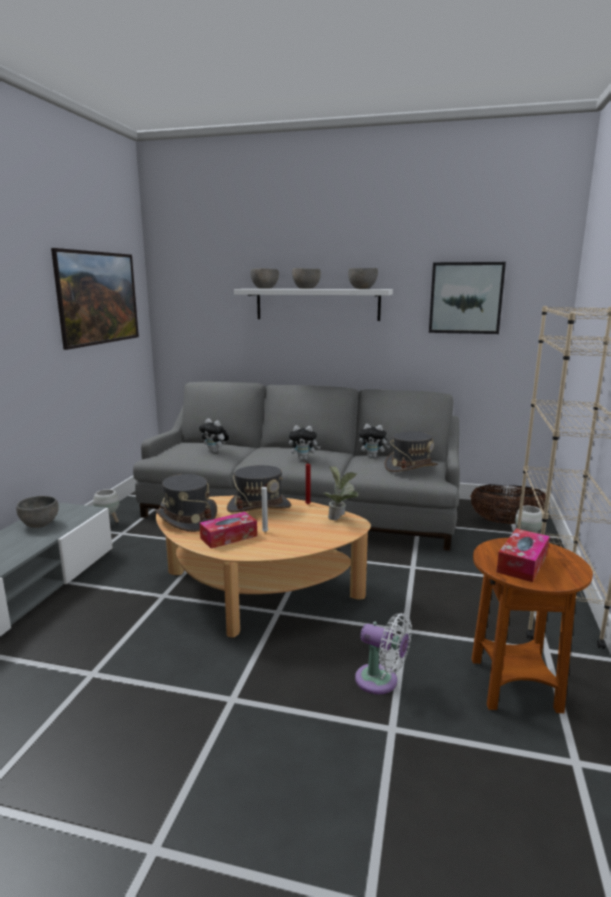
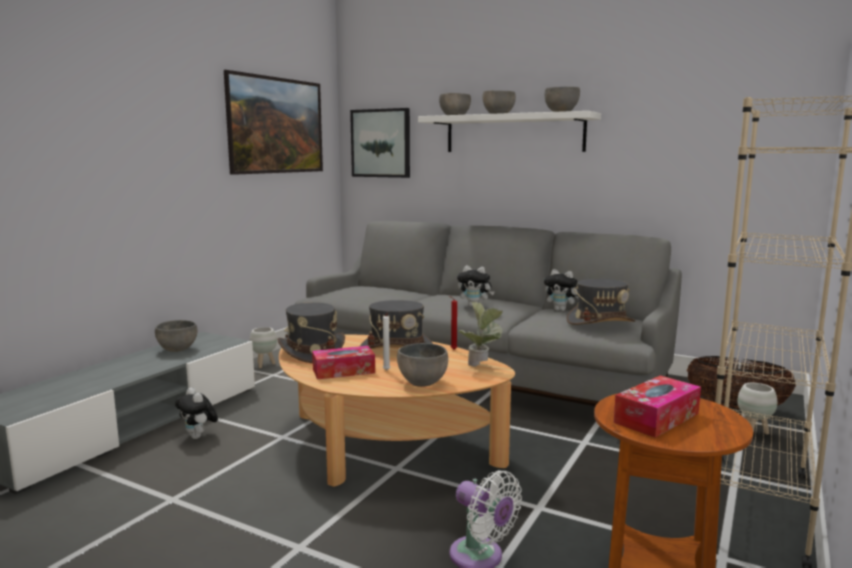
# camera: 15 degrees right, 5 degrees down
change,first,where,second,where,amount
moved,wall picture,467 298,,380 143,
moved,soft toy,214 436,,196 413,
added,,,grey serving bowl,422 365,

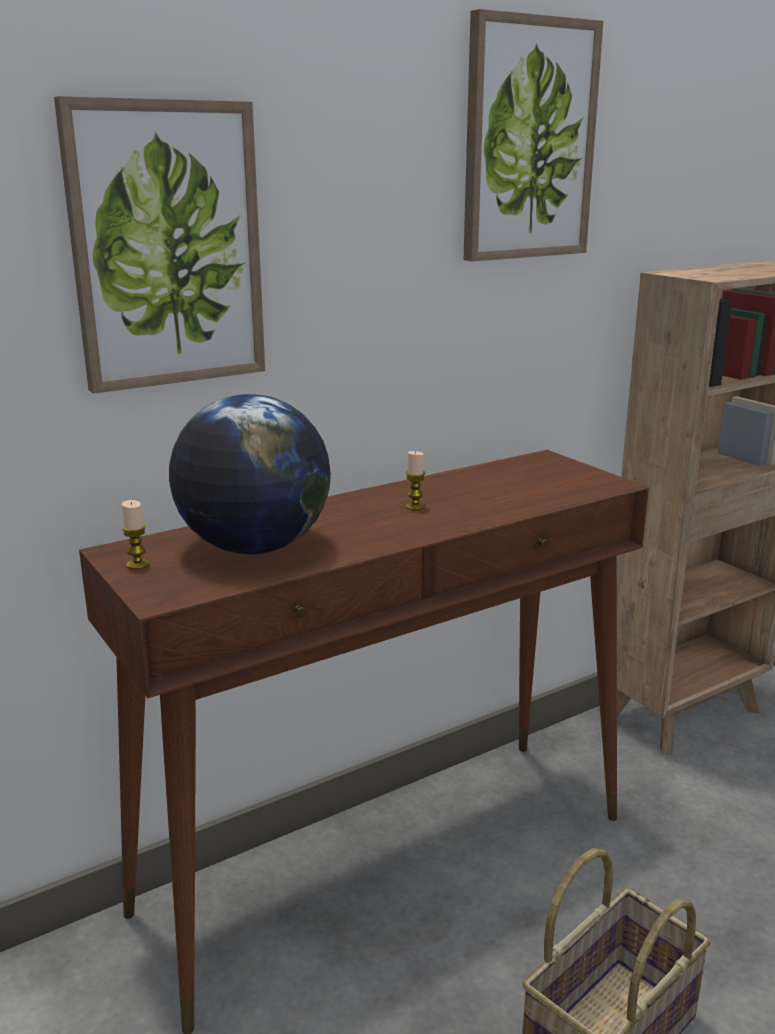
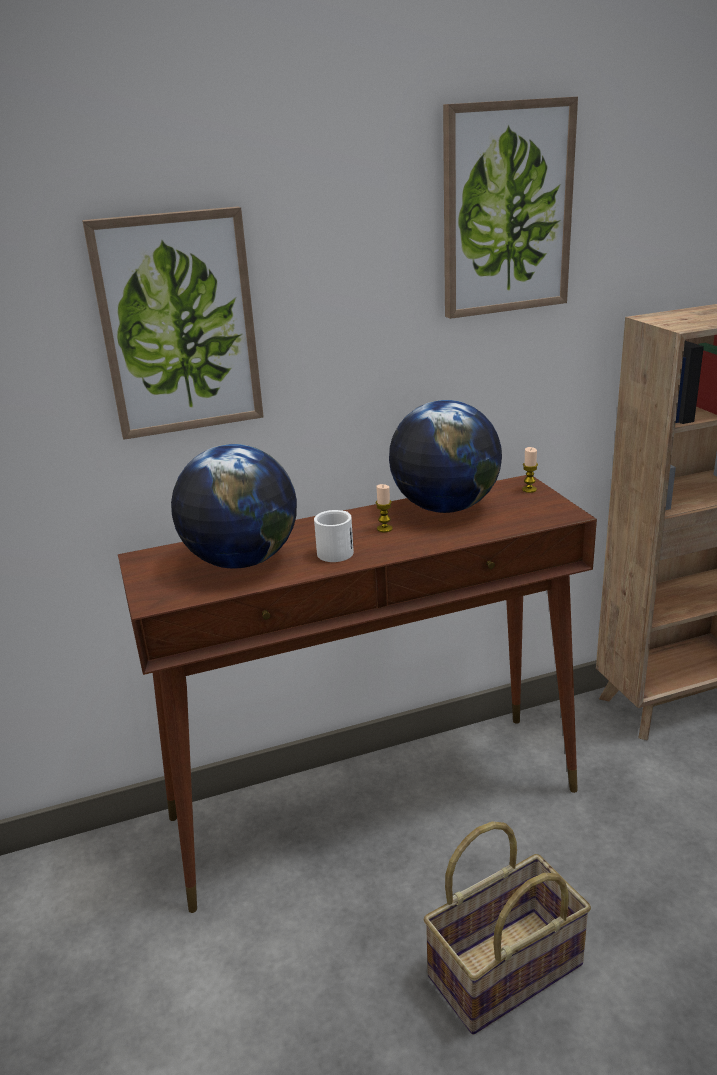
# camera: 15 degrees right, 5 degrees up
change,first,where,second,where,amount
moved,wax candle,135 535,,530 470,
added,,,globe,445 456,
added,,,white coffee mug,334 536,

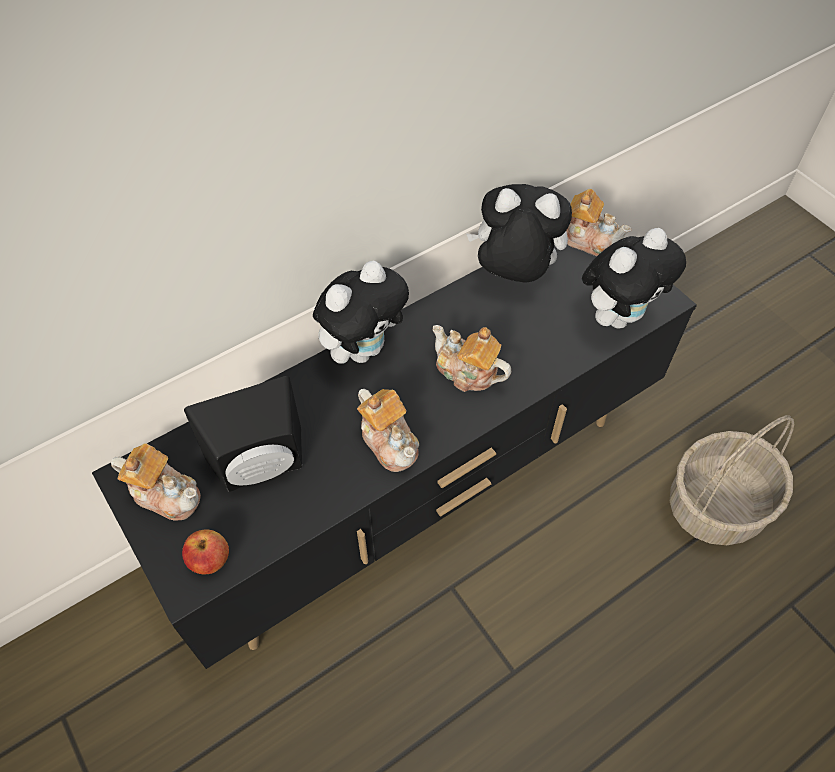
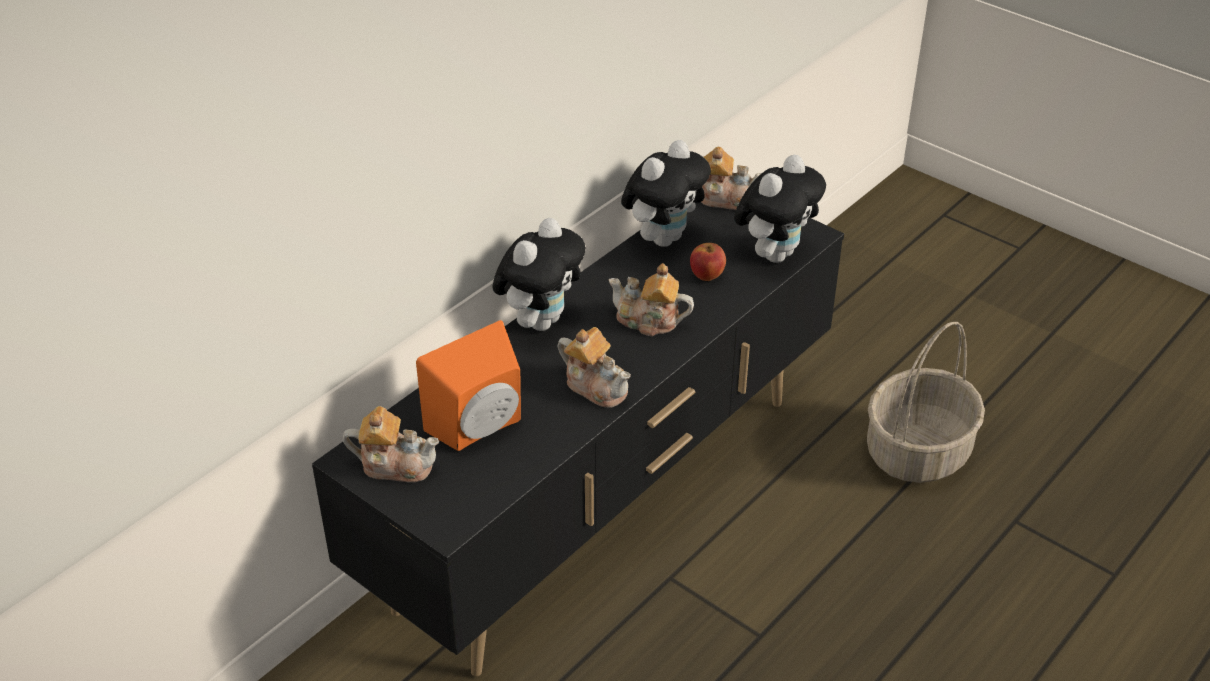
# camera: 15 degrees left, 15 degrees down
change,first,where,second,where,amount
turned,soft toy,519 233,,666 193,135 degrees clockwise
recoloured,black loudspeaker,243 434,orangey loudspeaker,468 385,
moved,apple,205 551,,708 262,

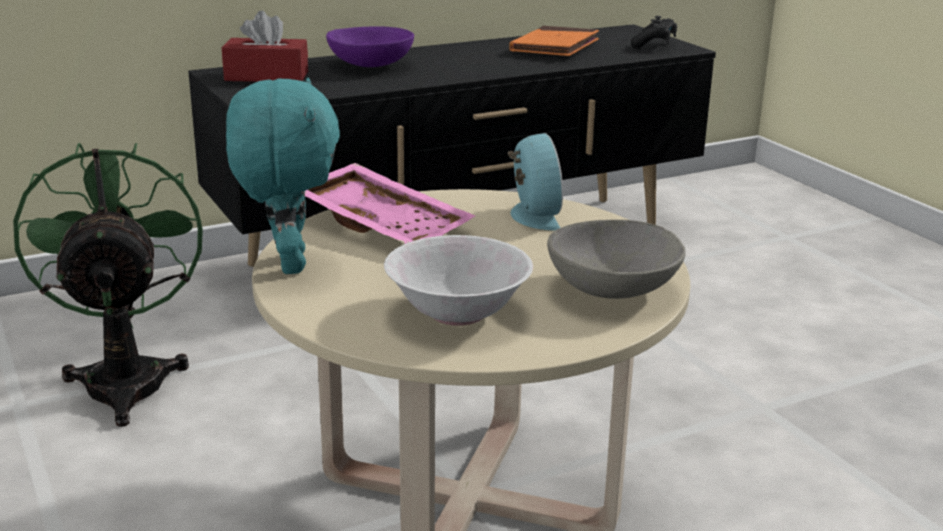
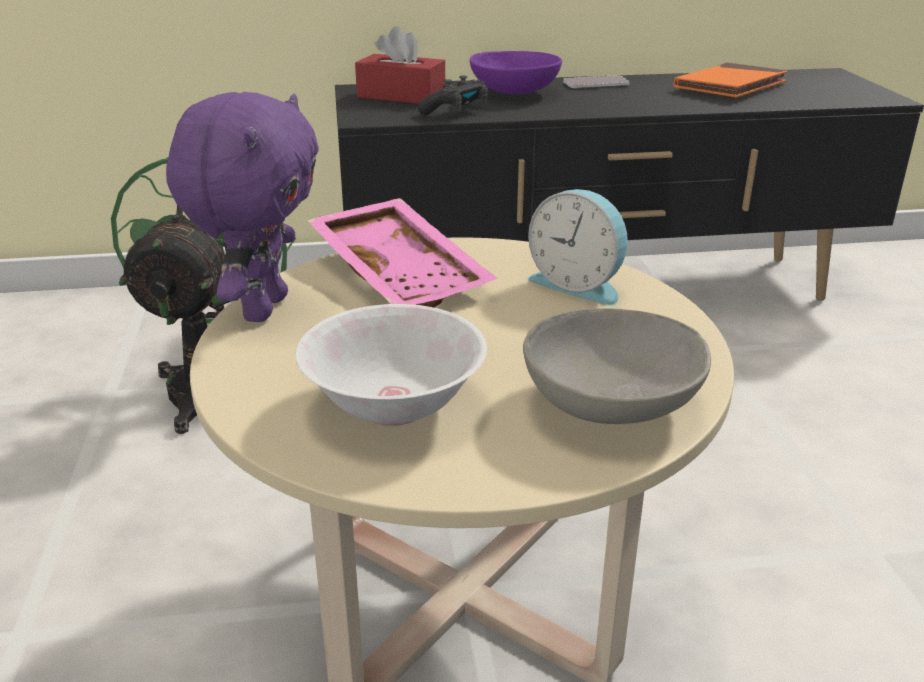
# camera: 20 degrees right, 5 degrees up
change,first,where,second,where,amount
moved,black game controller,654 32,,453 95,
recoloured,blue-green soft toy,283 175,purplish soft toy,242 207,
turned,table clock,535 182,,577 247,120 degrees clockwise
added,,,handset,596 81,

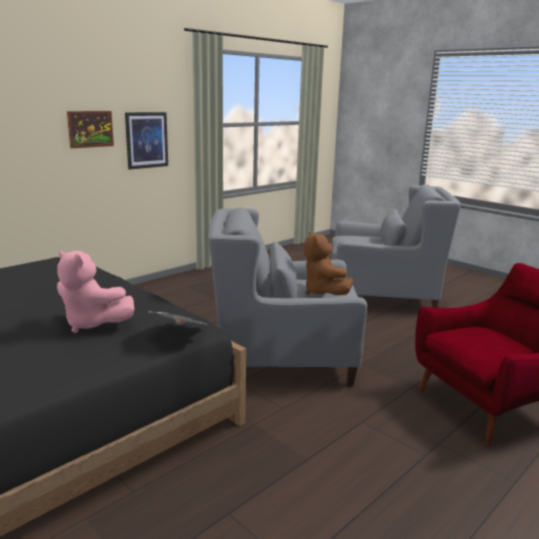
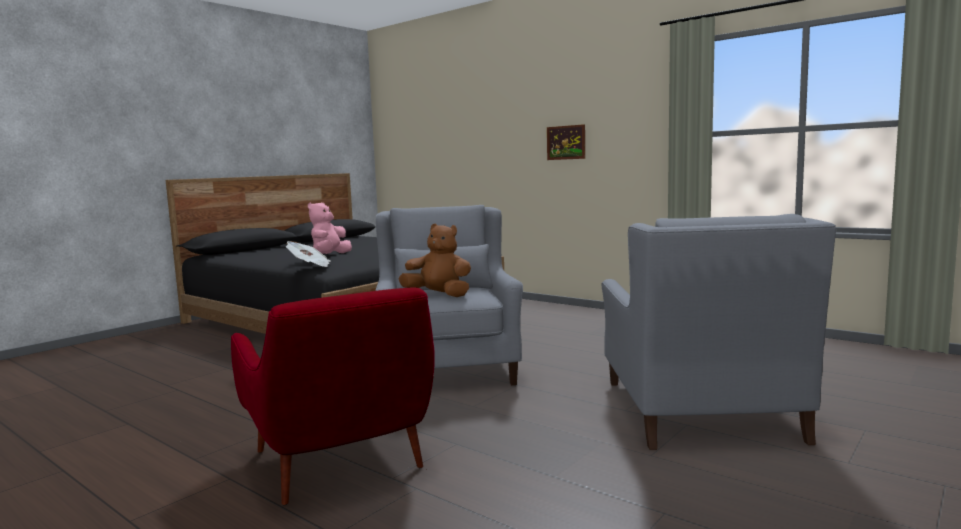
# camera: 85 degrees right, 10 degrees down
change,first,where,second,where,amount
removed,wall picture,146 141,,,
turned,brown soft toy,328 263,,435 260,45 degrees clockwise

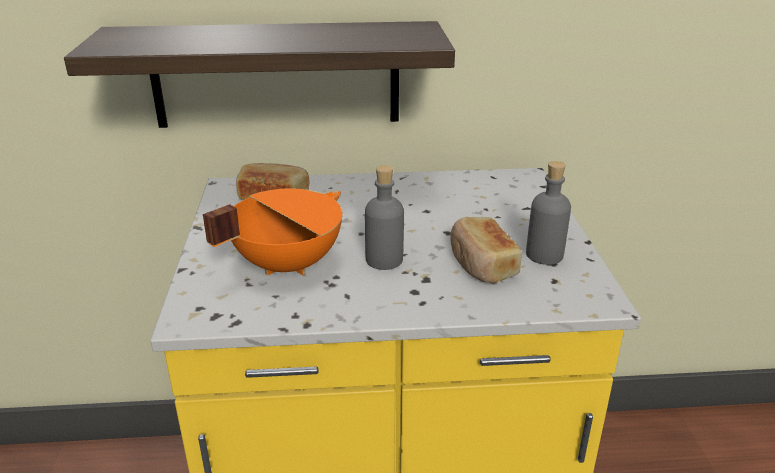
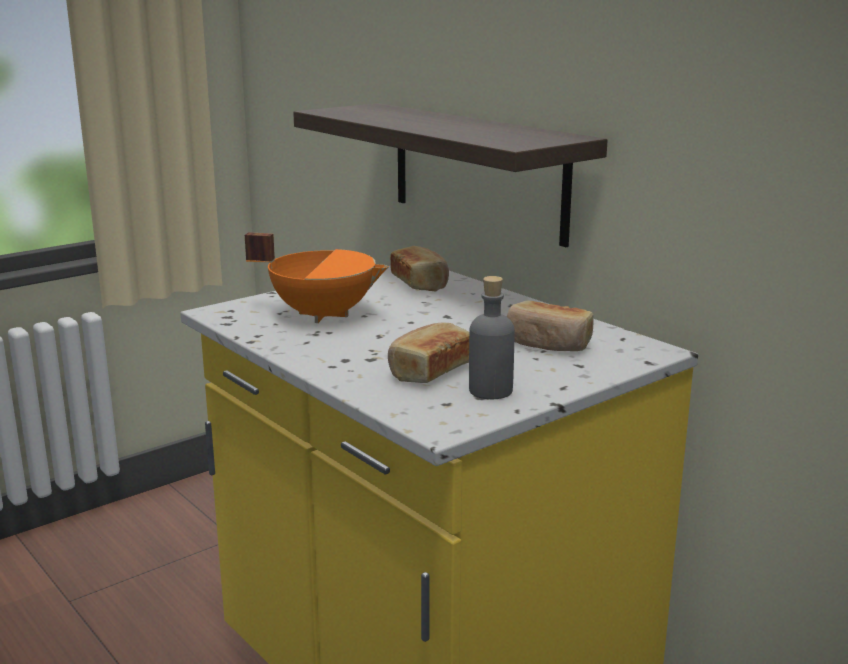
# camera: 55 degrees right, 10 degrees down
change,first,where,second,where,amount
removed,grey beverage bottle,384 217,,,
added,,,bread,550 326,

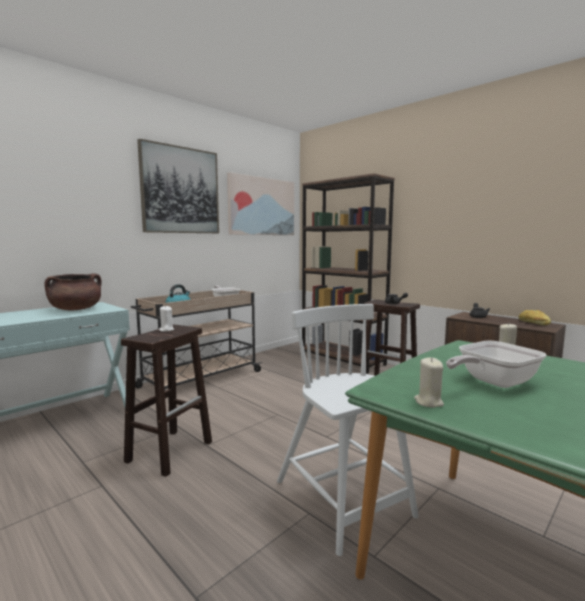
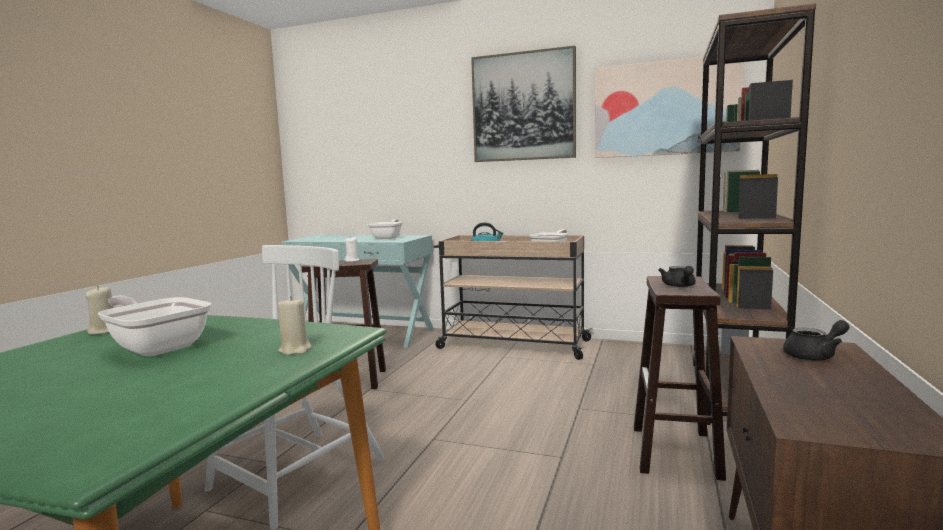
# camera: 65 degrees right, 0 degrees up
change,first,where,second,where,amount
replaced,brown stockpot,73 291,frying pan,385 229,
removed,bread,535 318,,,

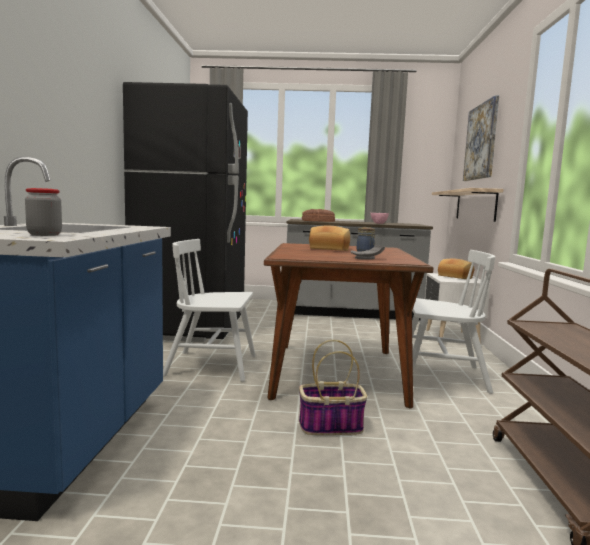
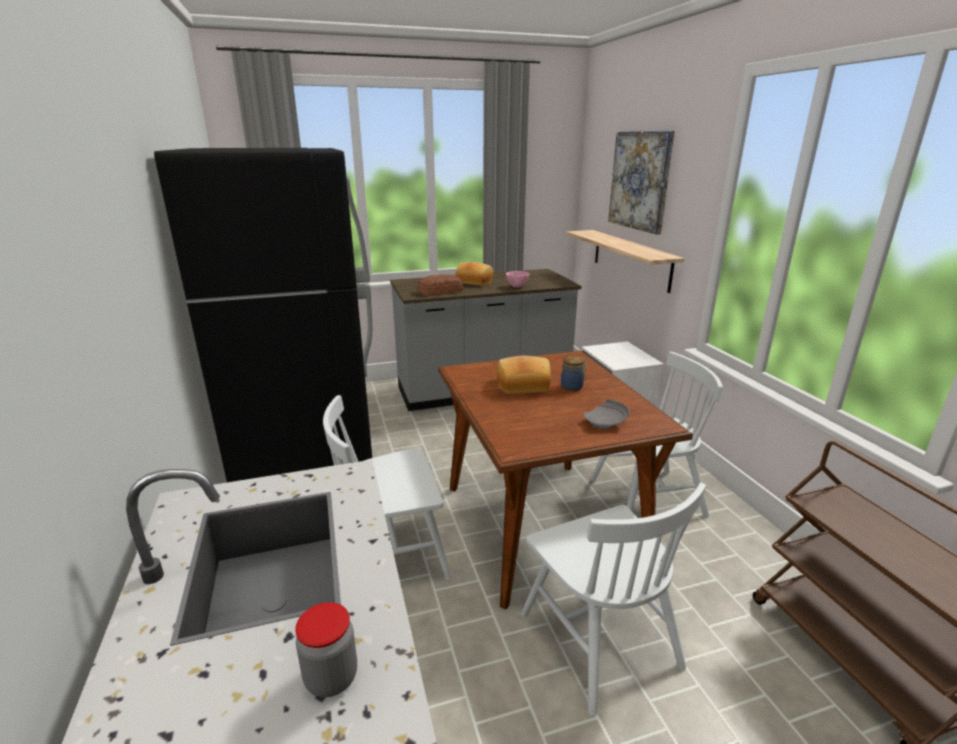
# camera: 20 degrees left, 15 degrees up
change,first,where,second,where,amount
moved,bread,456 269,,474 274,
replaced,storage basket,333 387,white upright chair,613 599,

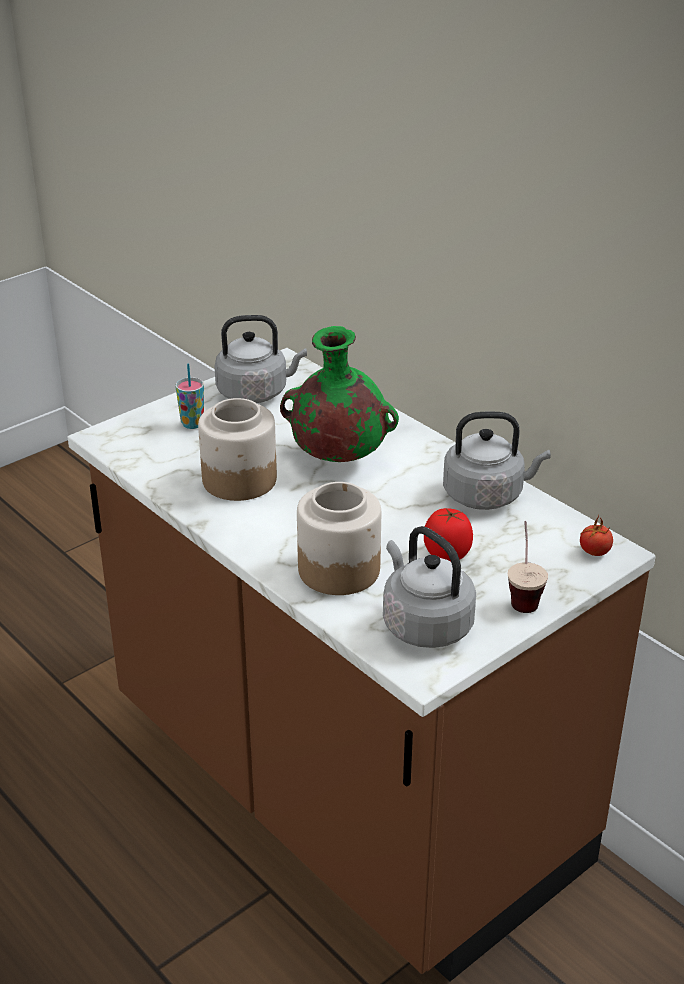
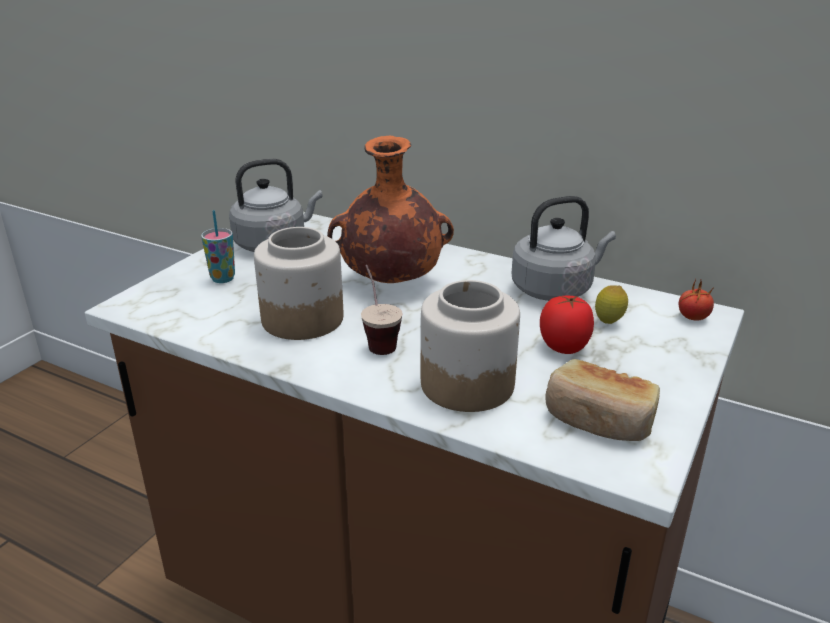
# camera: 20 degrees left, 5 degrees down
change,first,where,second,where,amount
recoloured,greenish flower vase,339 394,orangey flower vase,390 209,
moved,drinking cup,528 567,,382 310,
replaced,grey tea kettle,429 587,bread,602 400,
added,,,whole lemon,611 304,

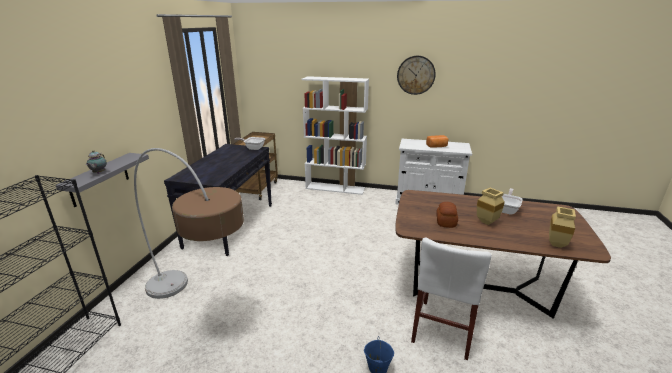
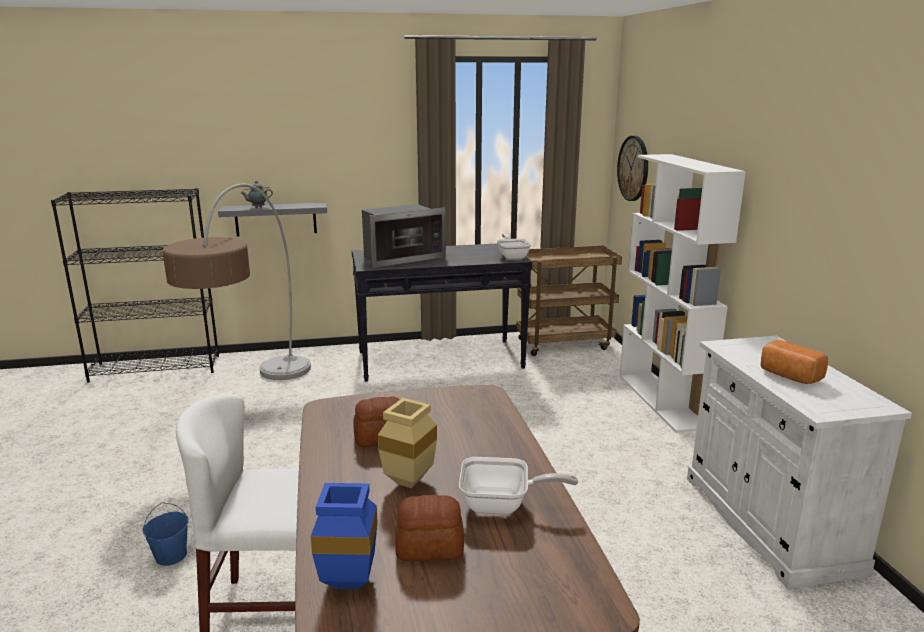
# camera: 65 degrees right, 5 degrees down
change,first,where,second,where,amount
moved,hanging clock,416 75,,632 168,
recoloured,sand-coloured flower vase,562 227,blue-coloured flower vase,344 536,
added,,,kitchen microwave,404 236,
added,,,bread,429 528,

